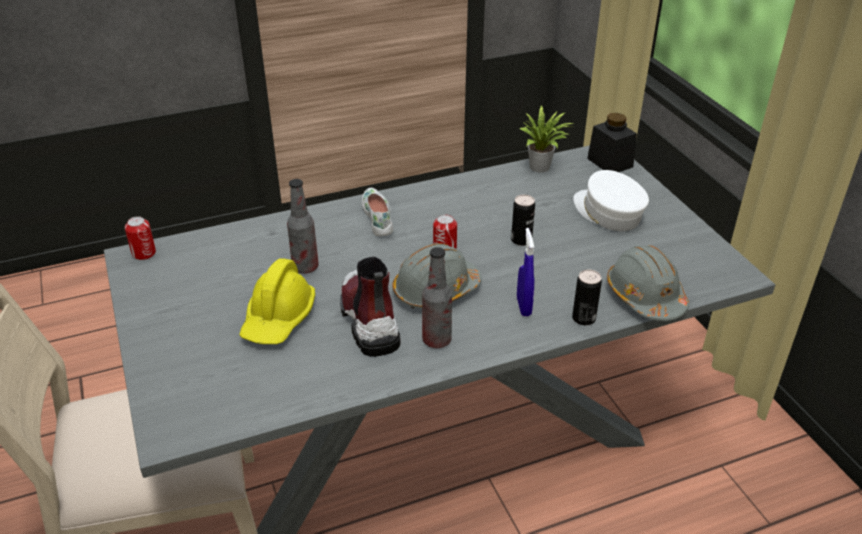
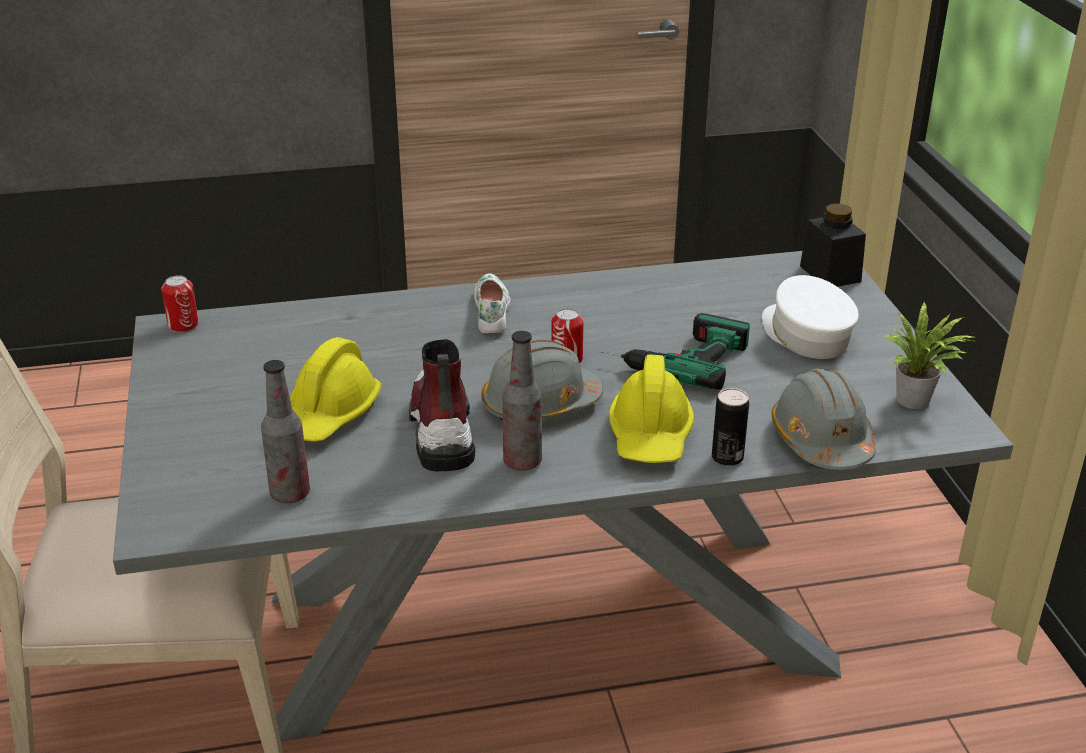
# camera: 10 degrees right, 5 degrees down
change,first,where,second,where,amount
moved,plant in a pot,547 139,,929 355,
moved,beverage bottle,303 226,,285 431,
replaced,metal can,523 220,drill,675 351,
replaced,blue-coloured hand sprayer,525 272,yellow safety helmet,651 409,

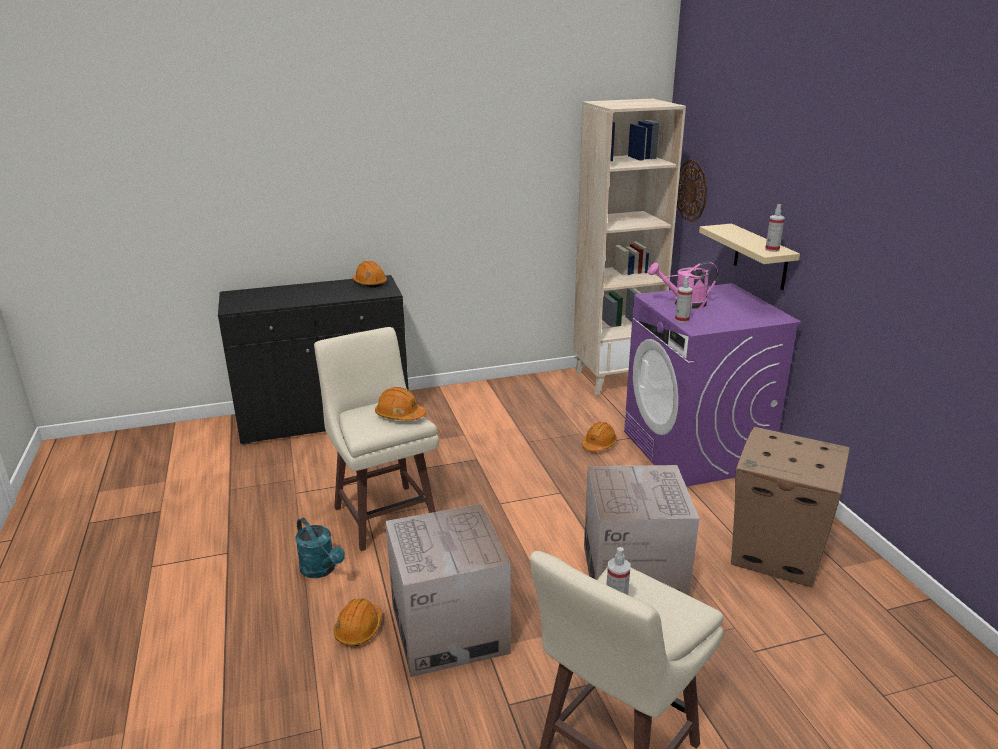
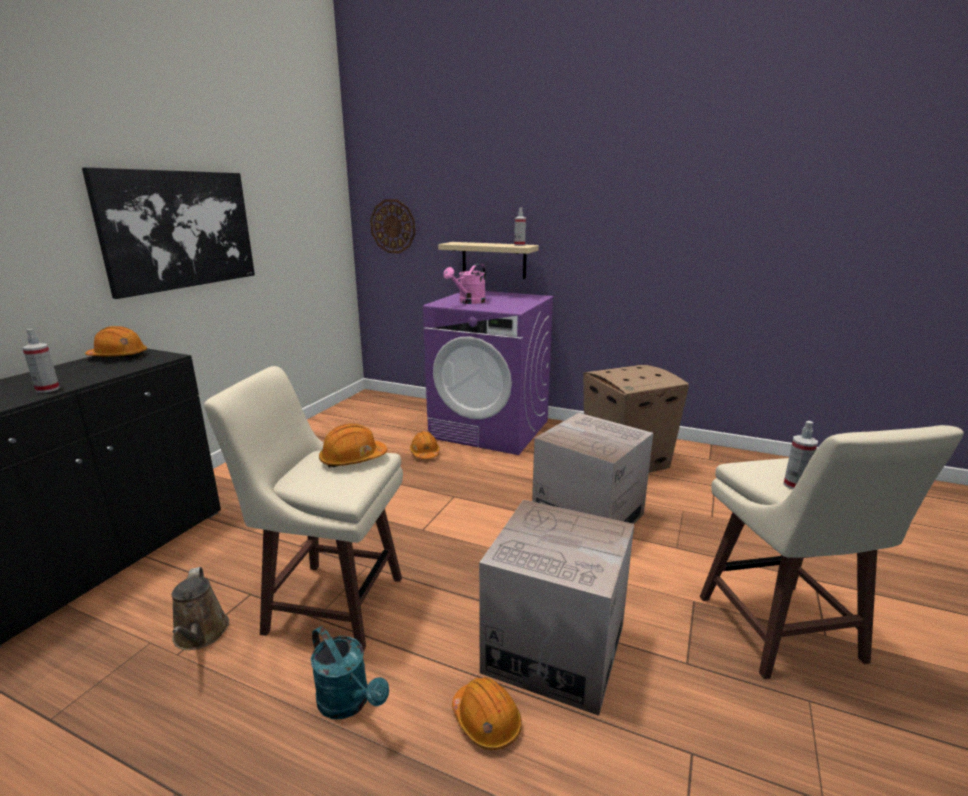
# camera: 50 degrees left, 5 degrees down
change,first,where,second,where,amount
removed,sand-coloured shelving unit,629 247,,,
moved,hand sprayer,684 300,,41 361,
turned,blue-green watering pot,320 548,,350 672,45 degrees clockwise
added,,,wall picture,168 233,
added,,,brown watering pot,200 608,

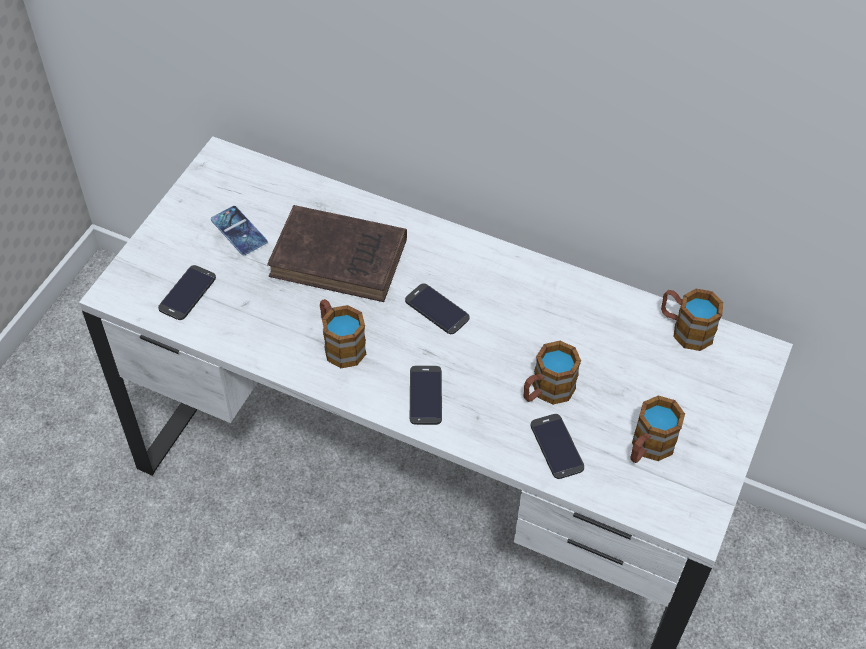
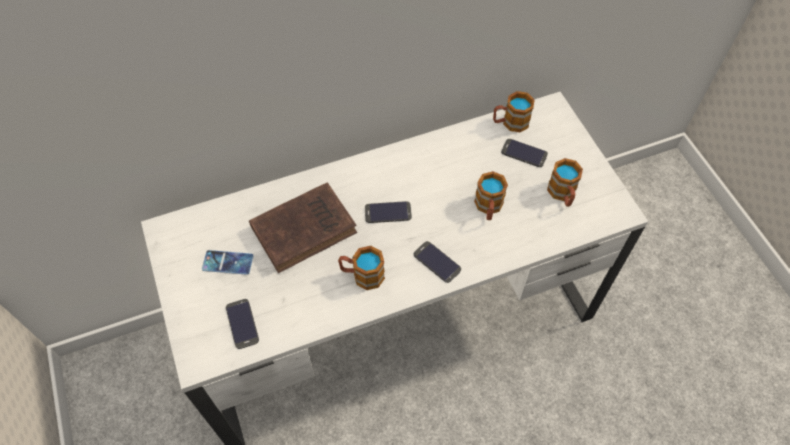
# camera: 45 degrees left, 5 degrees up
change,first,where,second,where,amount
moved,handset,557 446,,524 153,

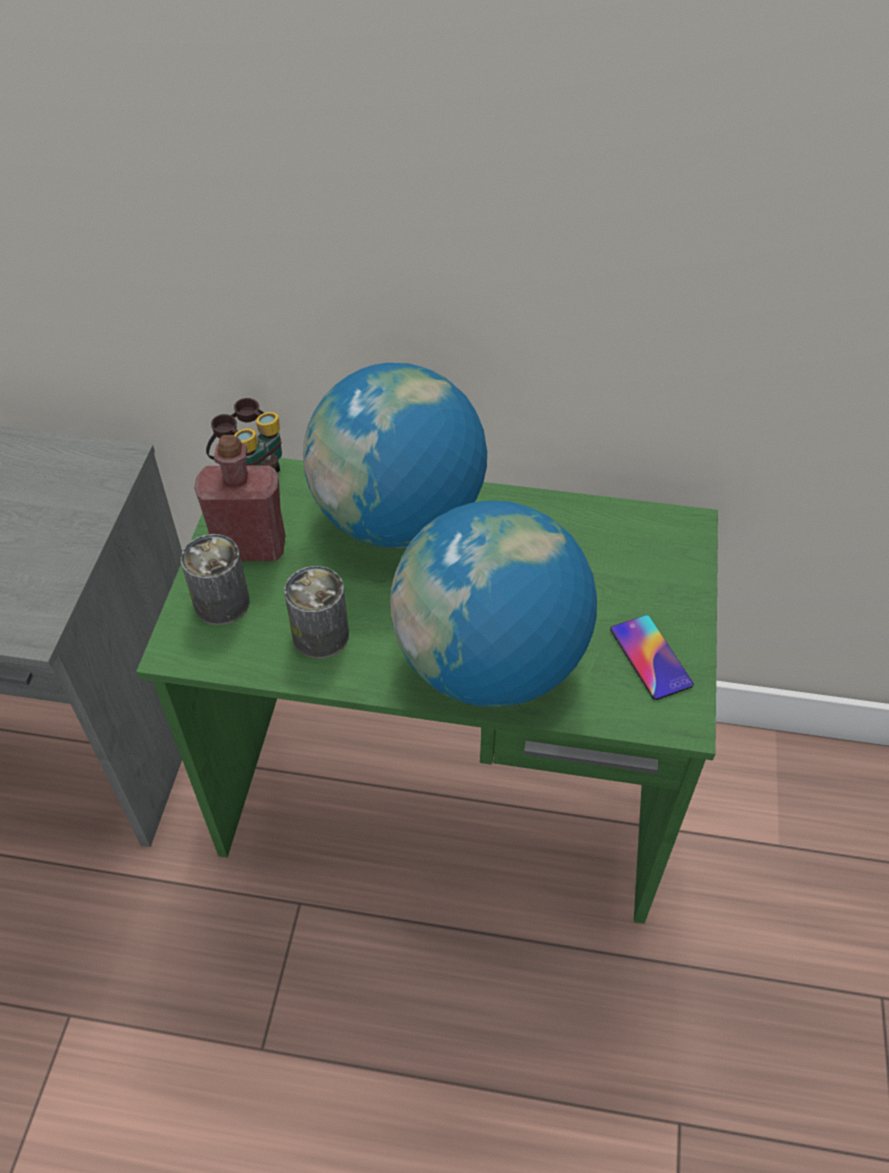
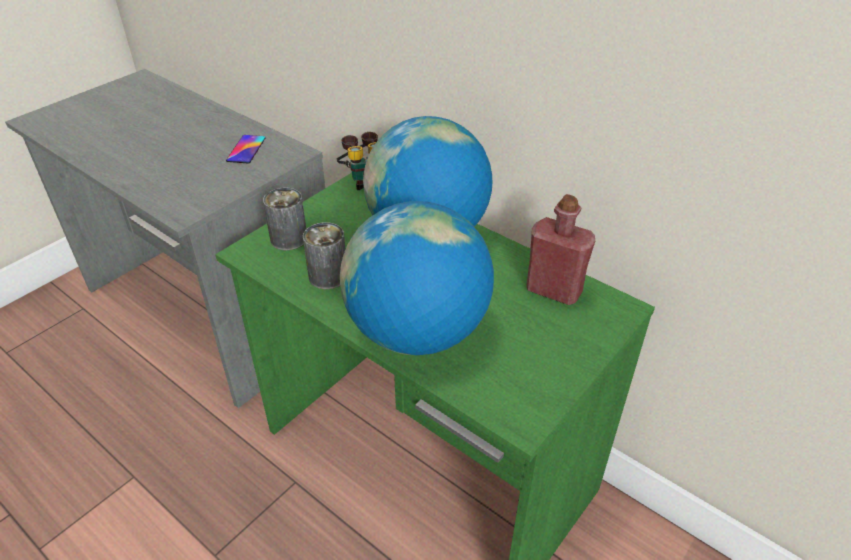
# camera: 30 degrees right, 10 degrees down
change,first,where,second,where,amount
moved,reddish beverage bottle,239 498,,560 249,
moved,handset,652 657,,246 149,

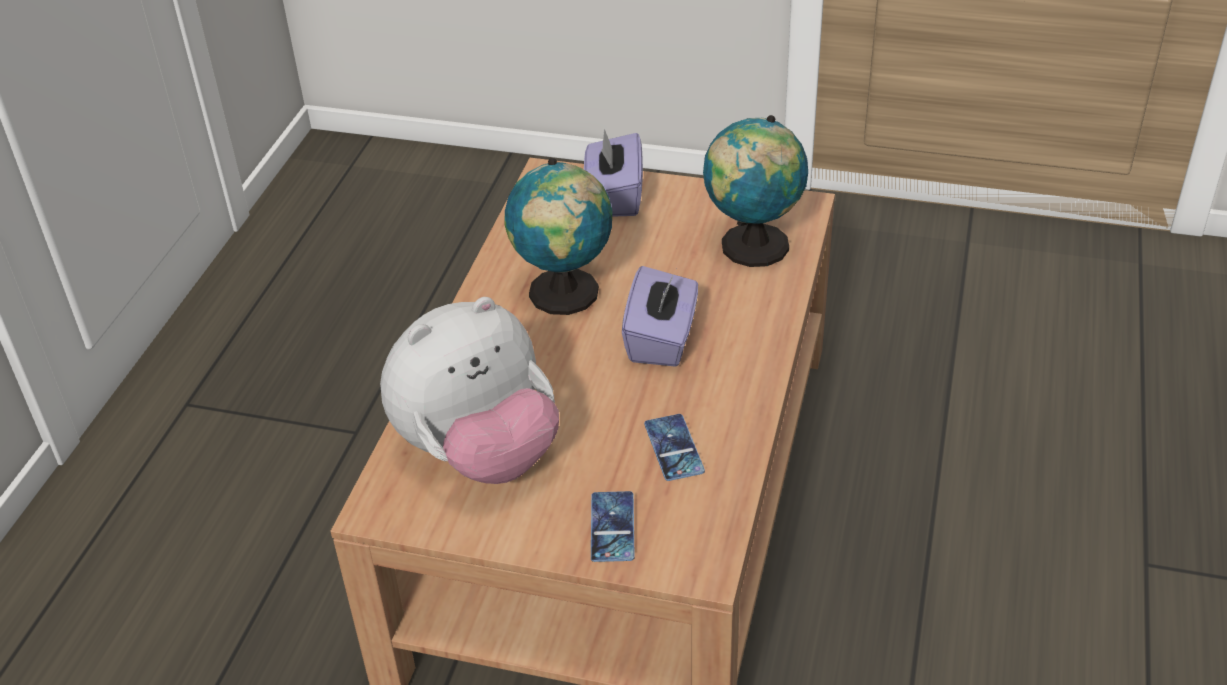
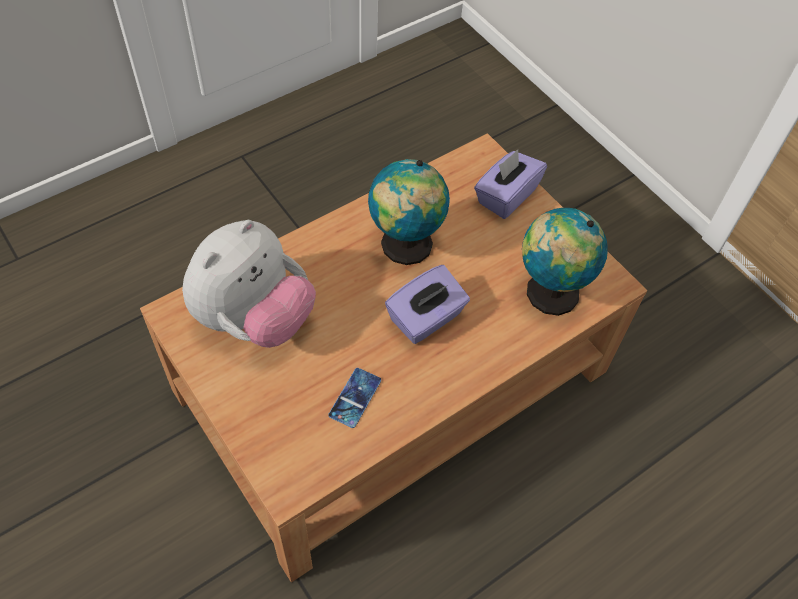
# camera: 35 degrees right, 15 degrees up
change,first,where,second,where,amount
turned,soft toy,469 390,,249 284,60 degrees counterclockwise
removed,handset,613 526,,,

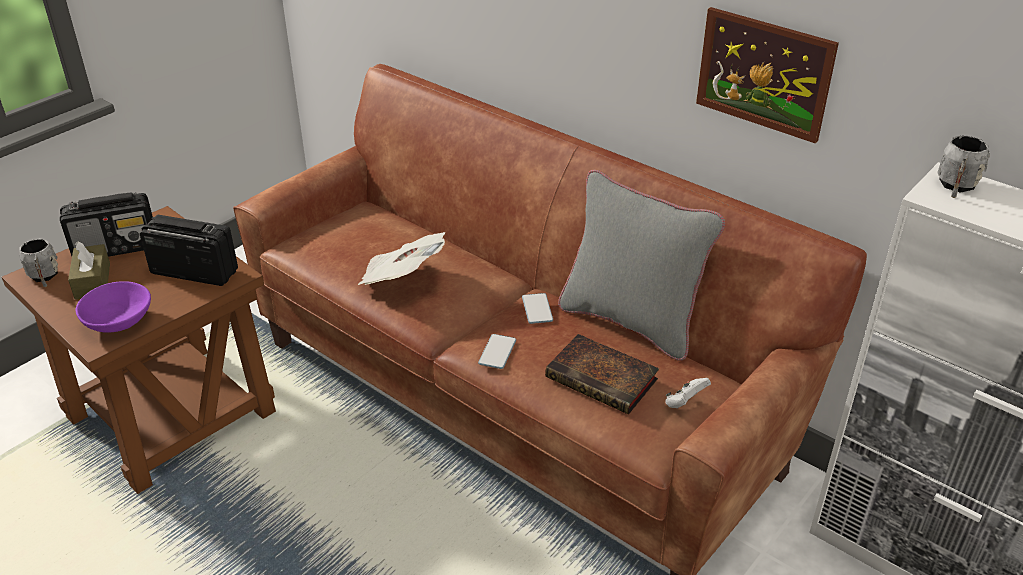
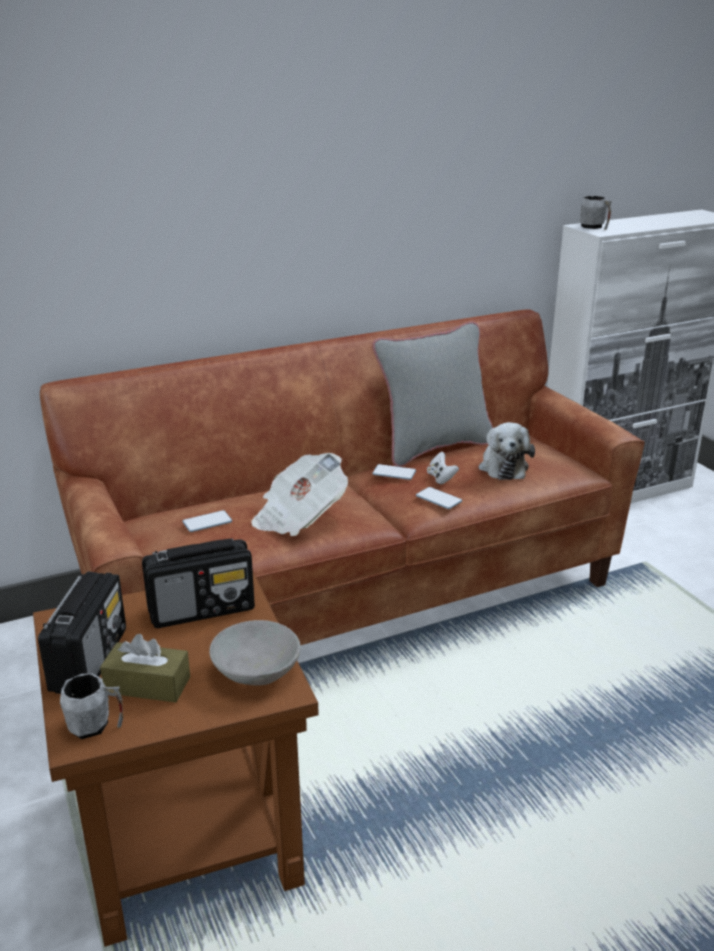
# camera: 65 degrees left, 10 degrees down
change,first,where,second,where,amount
removed,wall picture,767 75,,,
turned,radio set,189 250,,198 583,150 degrees counterclockwise
recoloured,purplish serving bowl,113 307,grey serving bowl,255 652,
replaced,volume,602 374,soft toy,507 451,
moved,white game controller,688 393,,443 468,
added,,,handset,207 521,

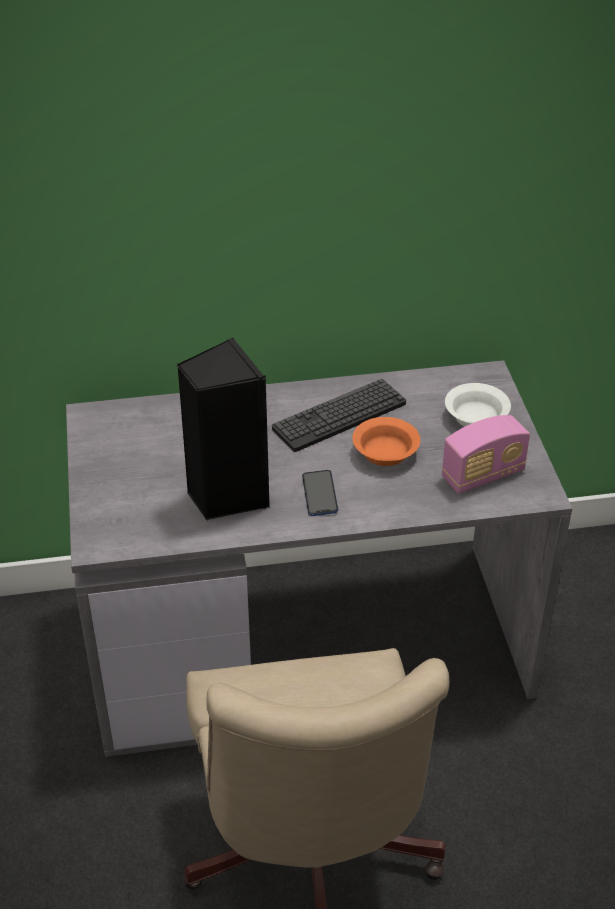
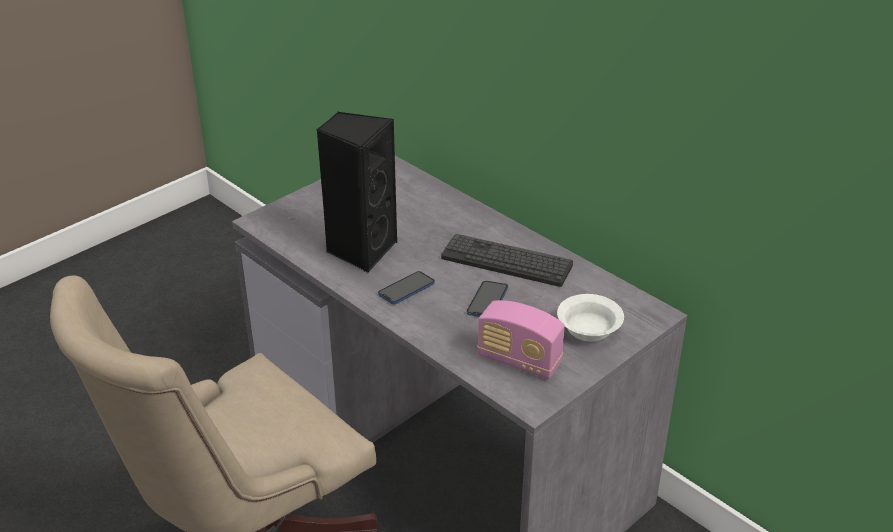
# camera: 55 degrees right, 5 degrees down
change,first,where,second,where,amount
replaced,orangey serving bowl,386 441,handset,487 299,

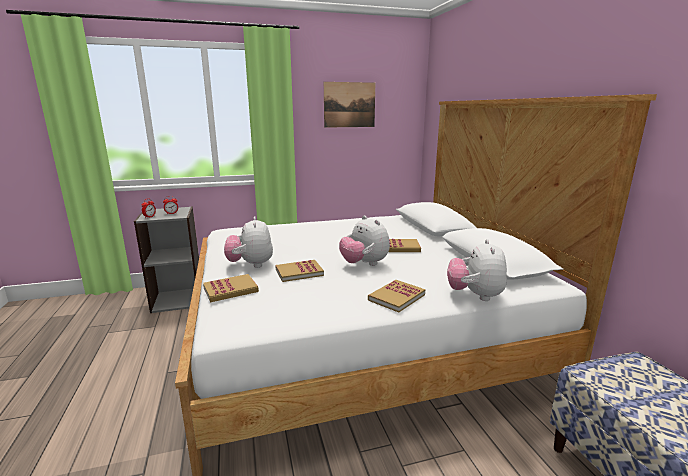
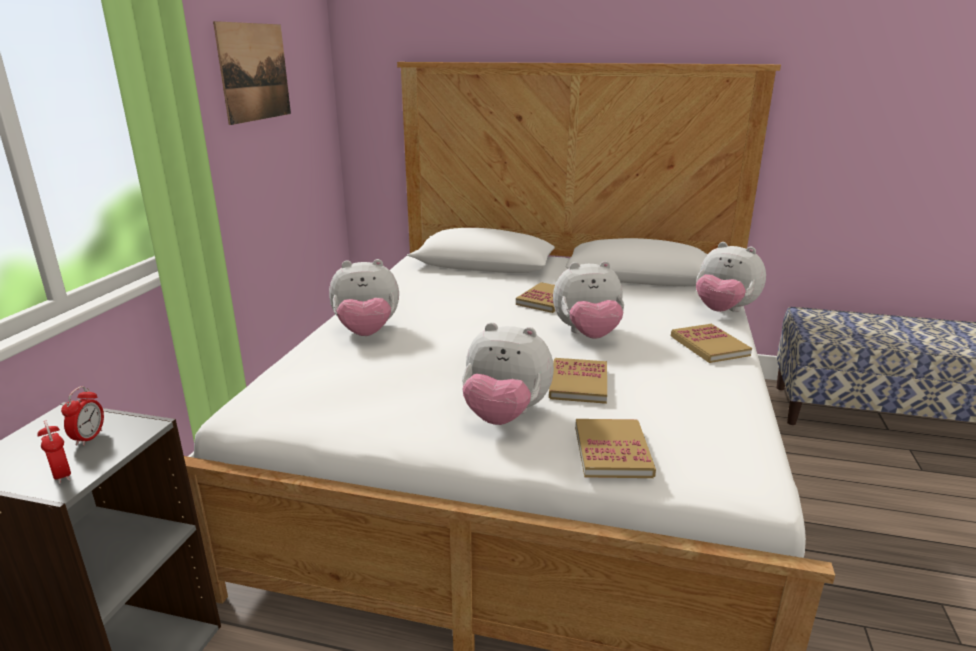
# camera: 60 degrees left, 5 degrees up
change,first,where,second,where,amount
added,,,soft toy,364 297,

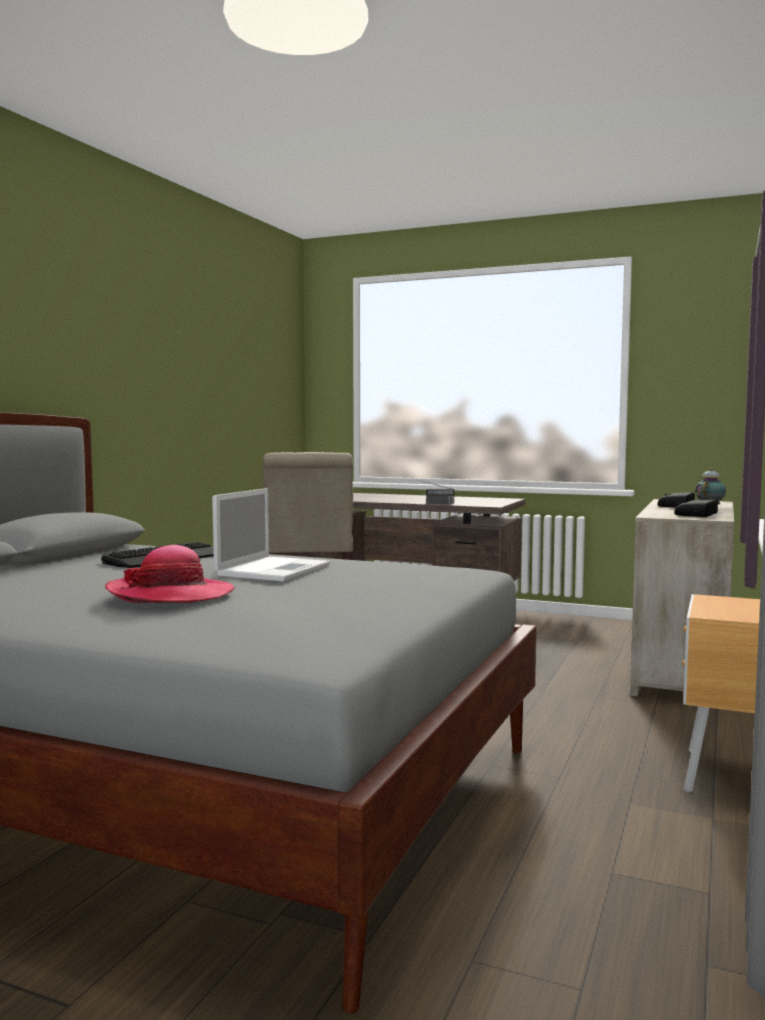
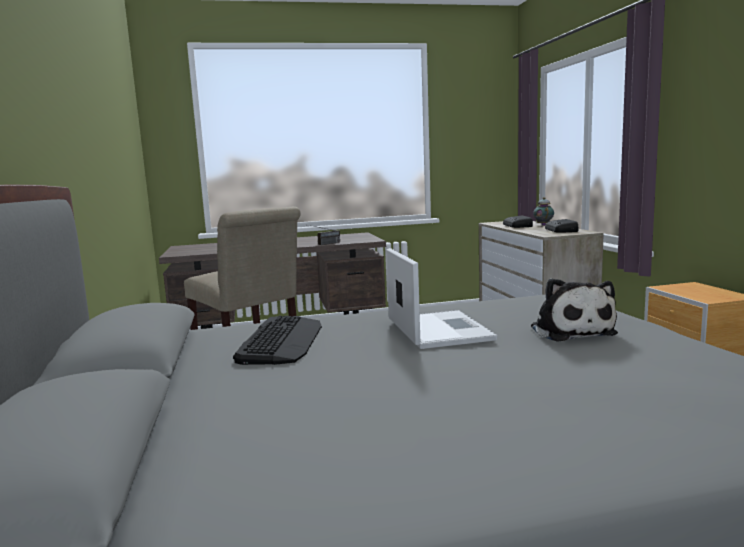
# camera: 35 degrees left, 5 degrees up
change,first,where,second,where,amount
removed,clothing hat,170 574,,,
added,,,soft toy,574 310,

